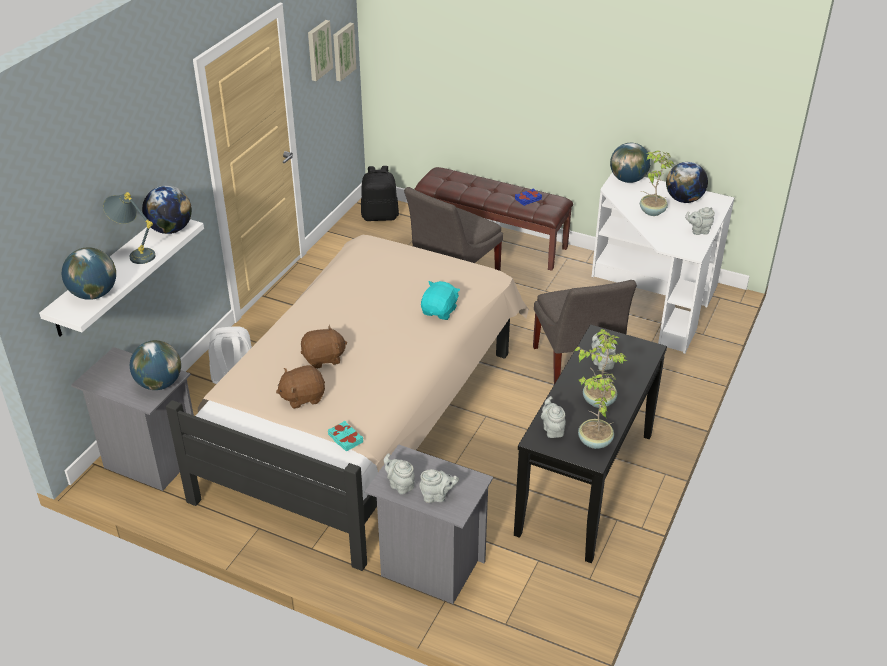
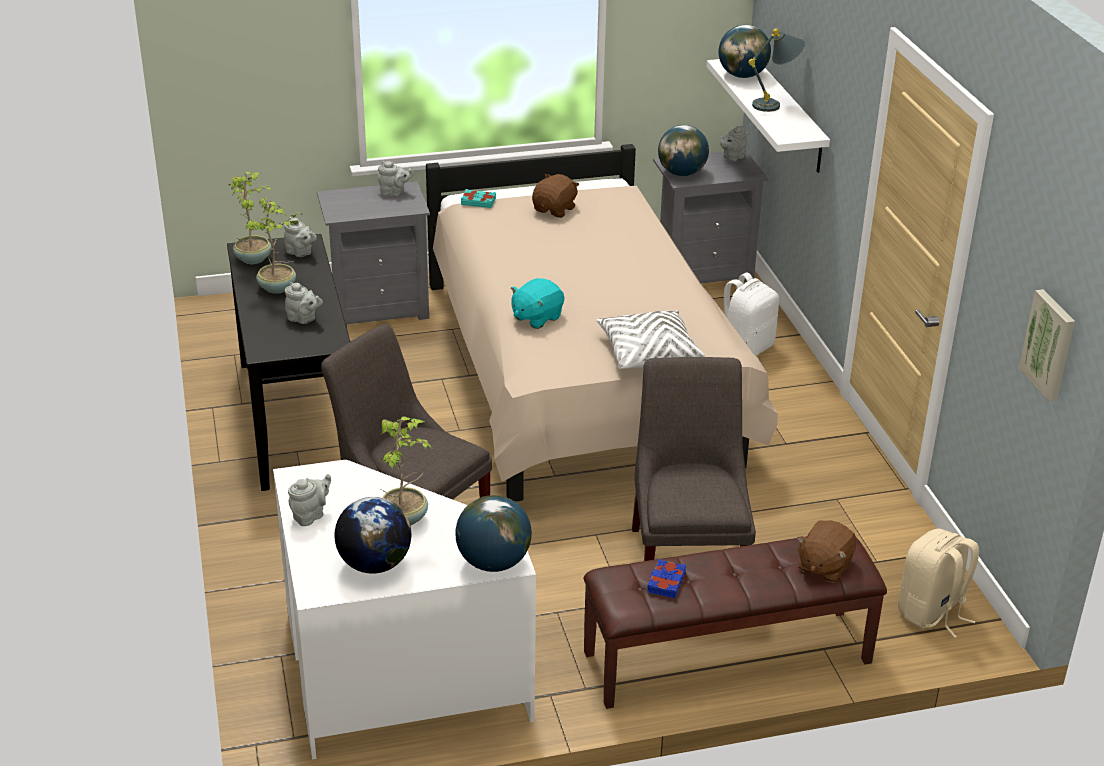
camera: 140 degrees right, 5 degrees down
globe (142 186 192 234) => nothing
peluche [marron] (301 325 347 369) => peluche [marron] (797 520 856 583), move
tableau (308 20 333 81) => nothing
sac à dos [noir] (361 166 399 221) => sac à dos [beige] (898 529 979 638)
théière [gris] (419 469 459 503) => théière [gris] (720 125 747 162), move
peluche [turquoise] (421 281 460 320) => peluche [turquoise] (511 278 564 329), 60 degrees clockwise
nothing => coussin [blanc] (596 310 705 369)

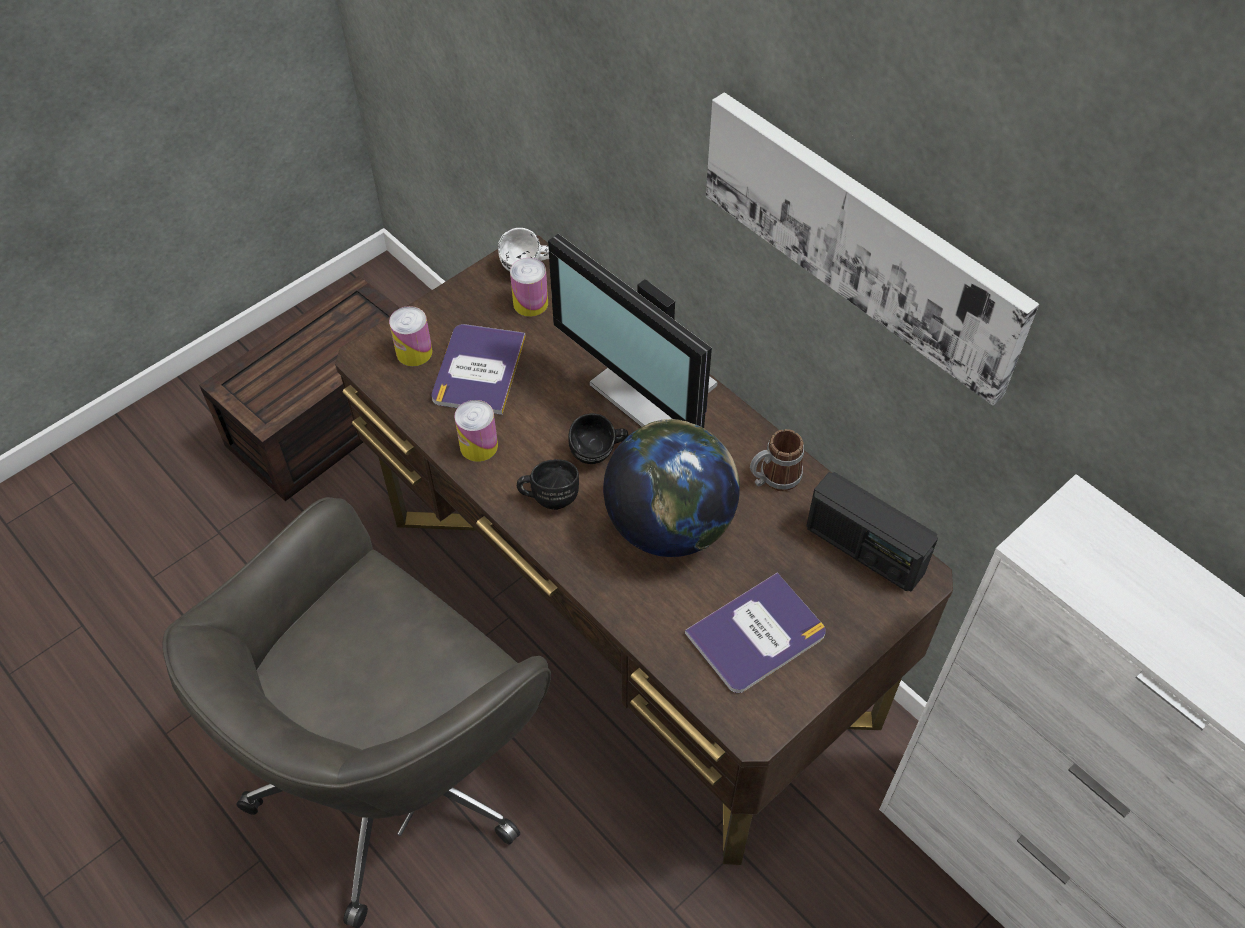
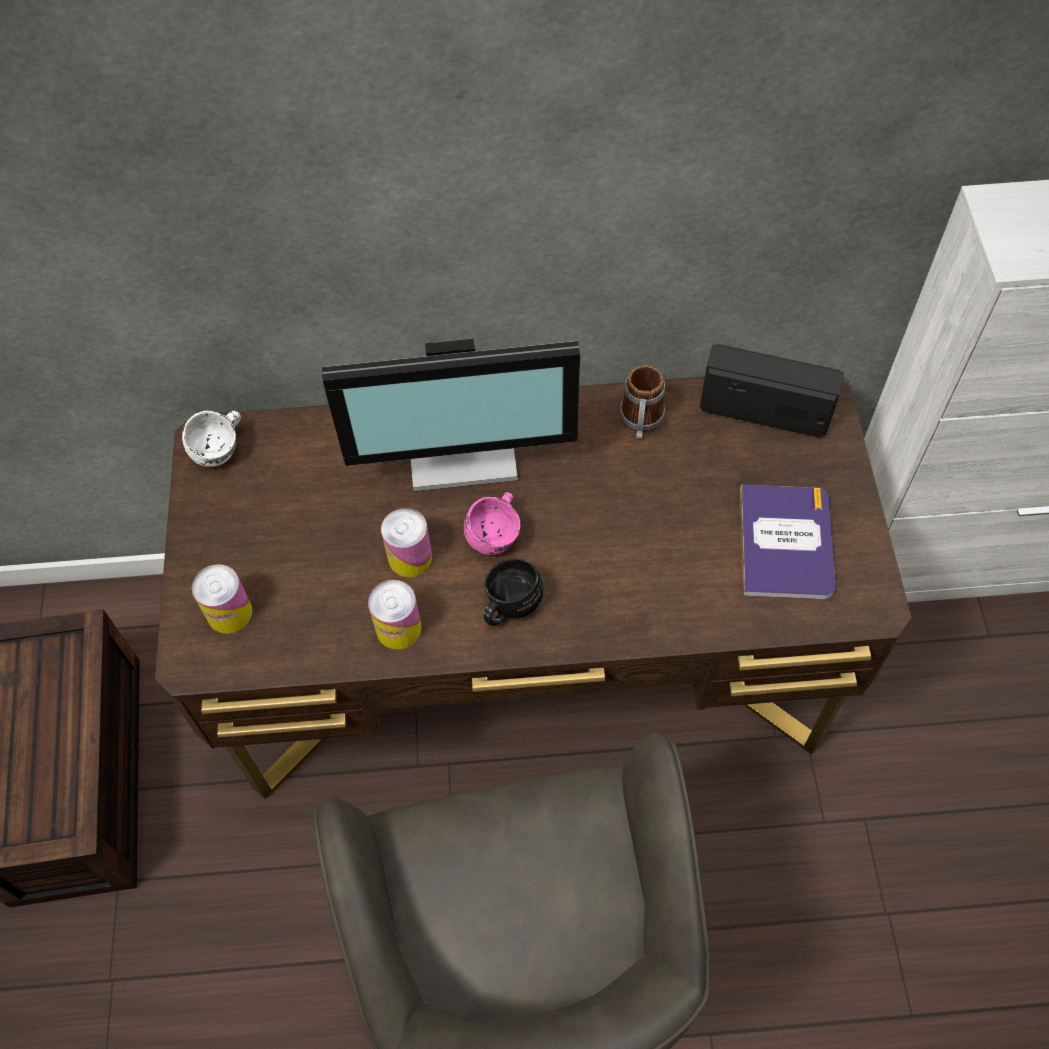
camera: 50 degrees left, 5 degrees up
livre (432 324 526 415) => nothing
boîte métallique (510 258 548 317) => boîte métallique (381 508 432 577), move
mug [noir] (568 413 629 464) => mug [rose] (464 492 520 555)
globe (603 419 740 557) => nothing
tableau (706 92 1039 406) => nothing
radio (806 472 938 592) => radio (700 344 844 438), 150 degrees counterclockwise

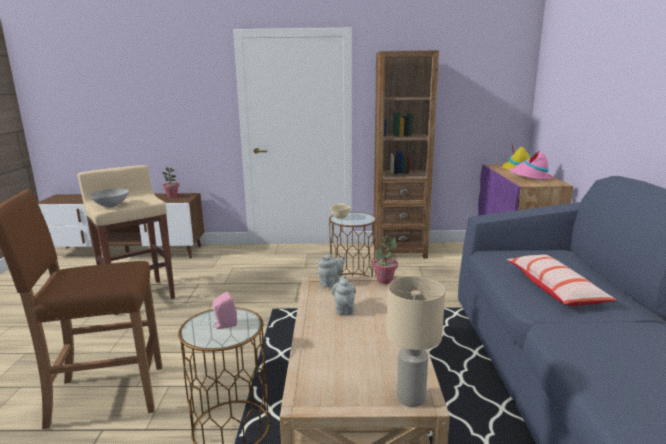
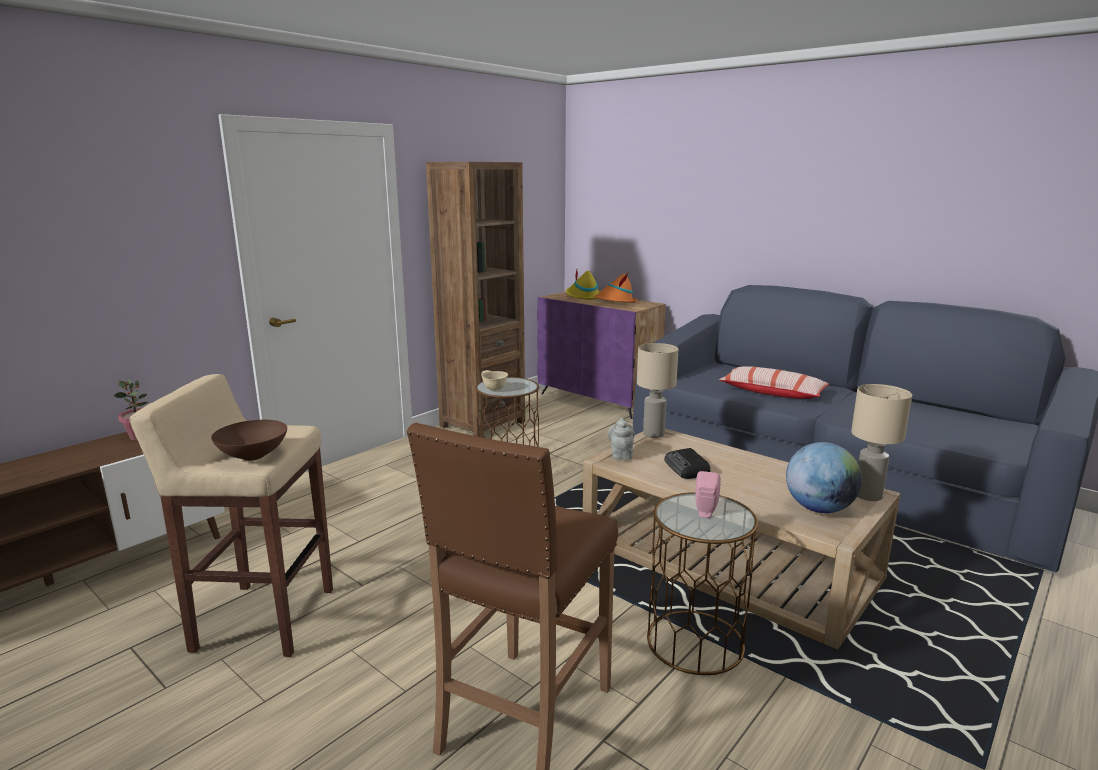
camera: 50 degrees left, 0 degrees up
bol [gris] (89 189 129 208) => bol [marron] (211 420 287 461)
théière [gris] (332 275 356 315) => radio (664 448 710 479)
plante en pot (373 235 398 284) => lampe de table [beige] (637 343 679 438)
chapeau [rose] (509 152 553 180) => chapeau [orange] (594 273 638 303)
nothing => globe (786 442 862 513)

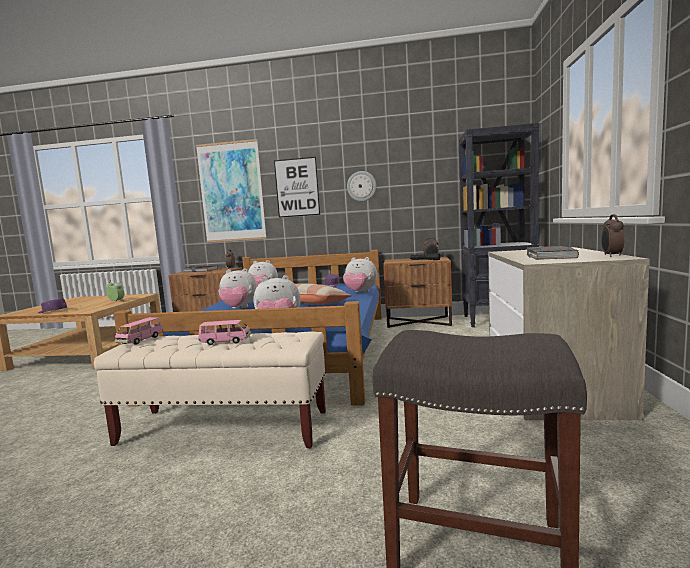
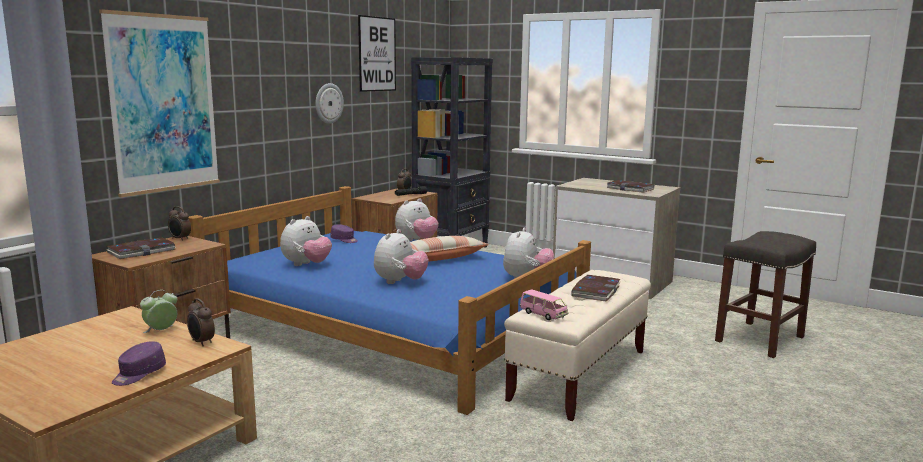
camera: 65 degrees left, 5 degrees up
petite voiture [rose] (198 320 251 345) => livre (571 275 621 302)
tableau (274 157 320 218) => tableau (358 15 396 92), move
réveil (601 214 624 257) => réveil (187 298 215 346), move

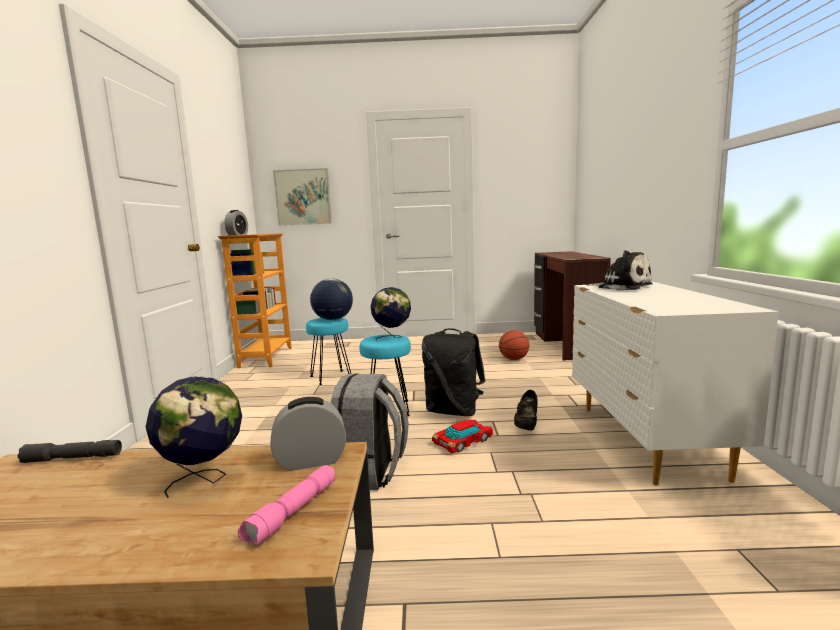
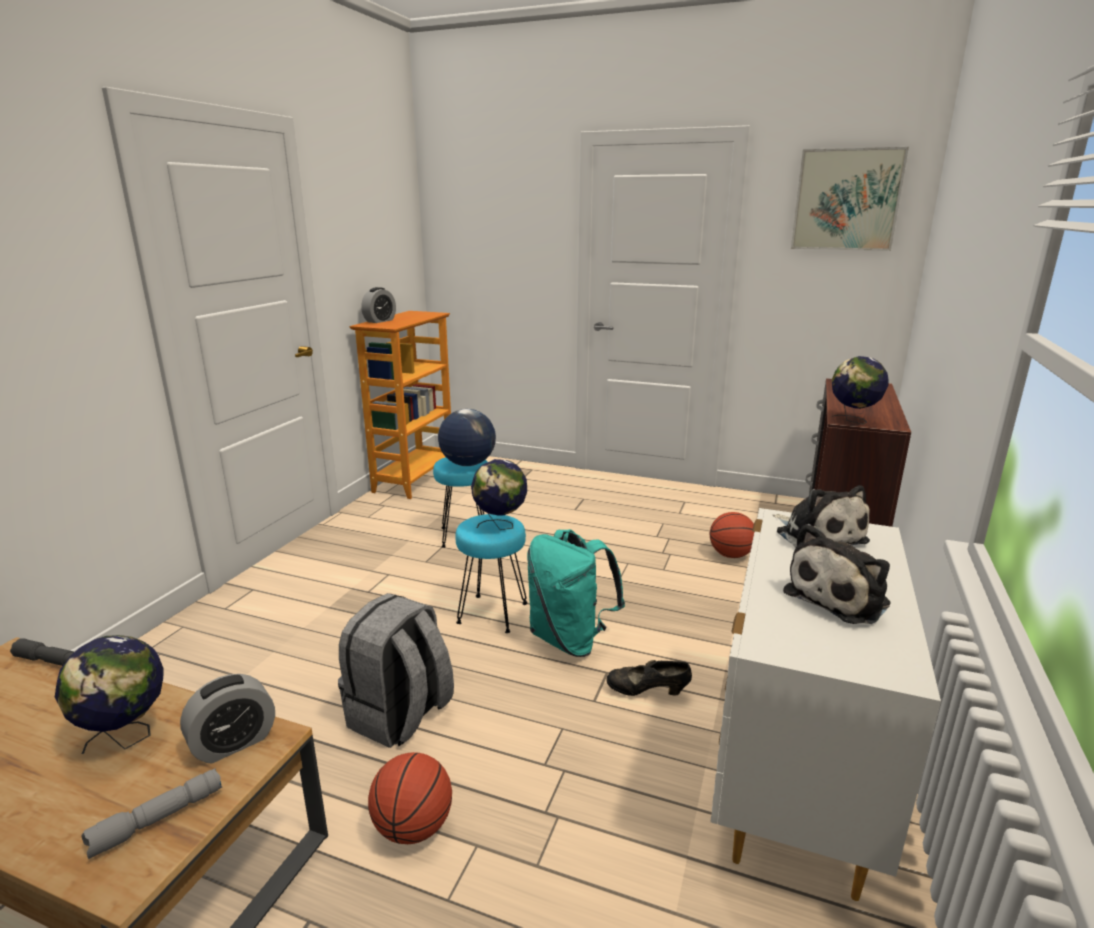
camera: 20 degrees right, 10 degrees up
lampe de poche [rose] (238 465 335 546) => lampe de poche [gris] (81 768 222 859)
réveil (270 397 346 471) => réveil (180 674 275 763), 135 degrees clockwise
tableau (273 168 332 226) => tableau (791 147 909 251), move
sac à dos [noir] (422 328 486 416) => sac à dos [turquoise] (527 529 625 657)
petite voiture (432 420 493 454) => nothing
chaussure [noir] (514 390 538 431) => chaussure [noir] (606 660 692 696), 60 degrees clockwise
nothing => ballon de basket (368 752 452 844)
nothing => peluche (783 524 891 624)
nothing => globe (832 356 888 425)

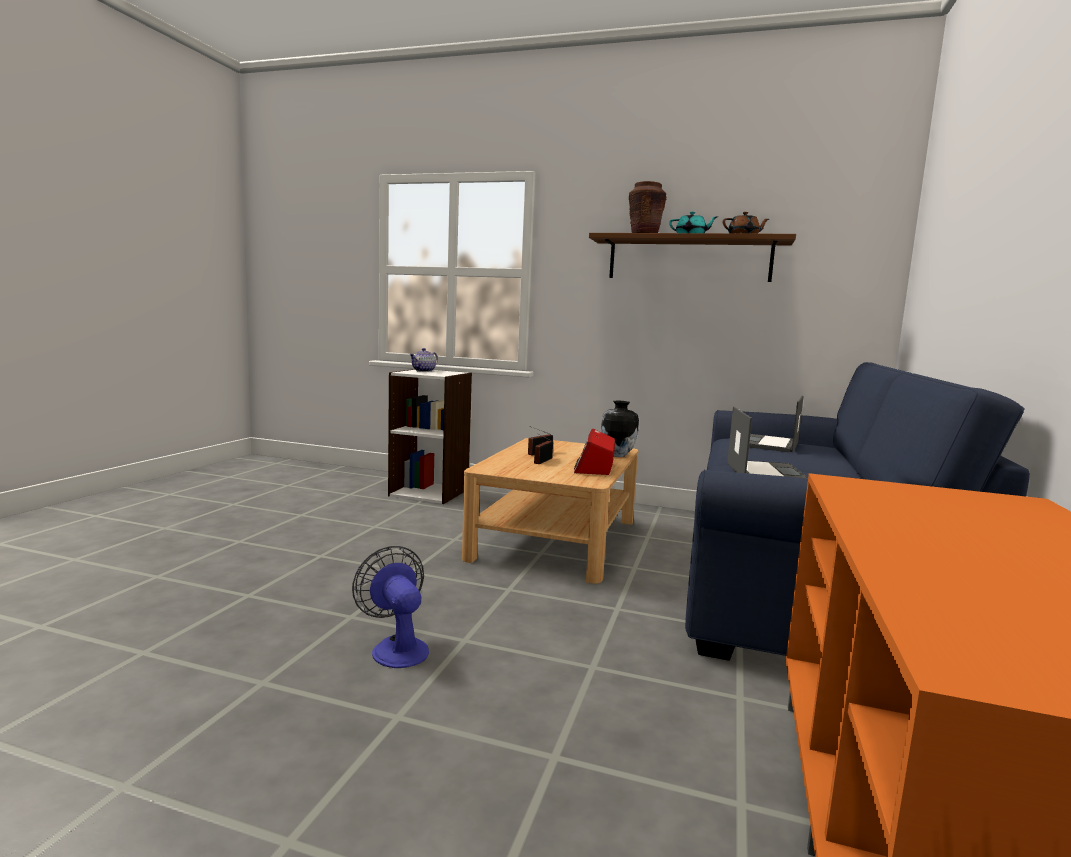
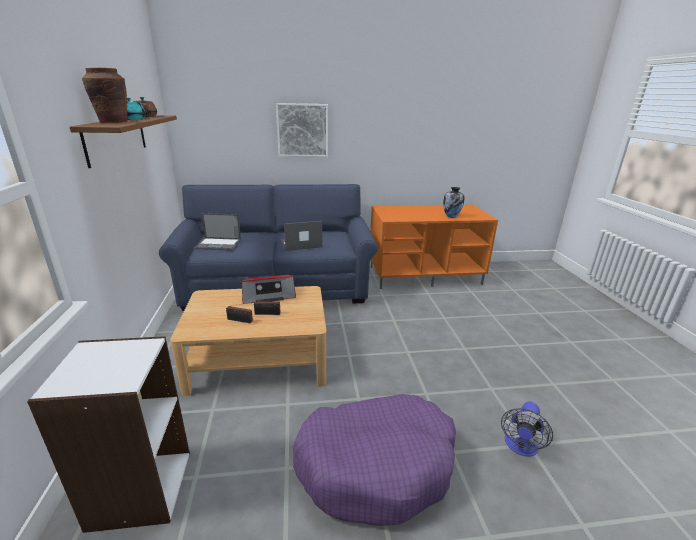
camera: 115 degrees left, 15 degrees up
ventilateur (352 546 429 668) => ventilateur (501 401 553 457), move
théière (409 348 438 372) => nothing
vase (601 401 639 457) => vase (443 187 464 218), move
nothing => tableau (276 103 328 157)
nothing => panier pour chien [violet] (293 394 456 526)

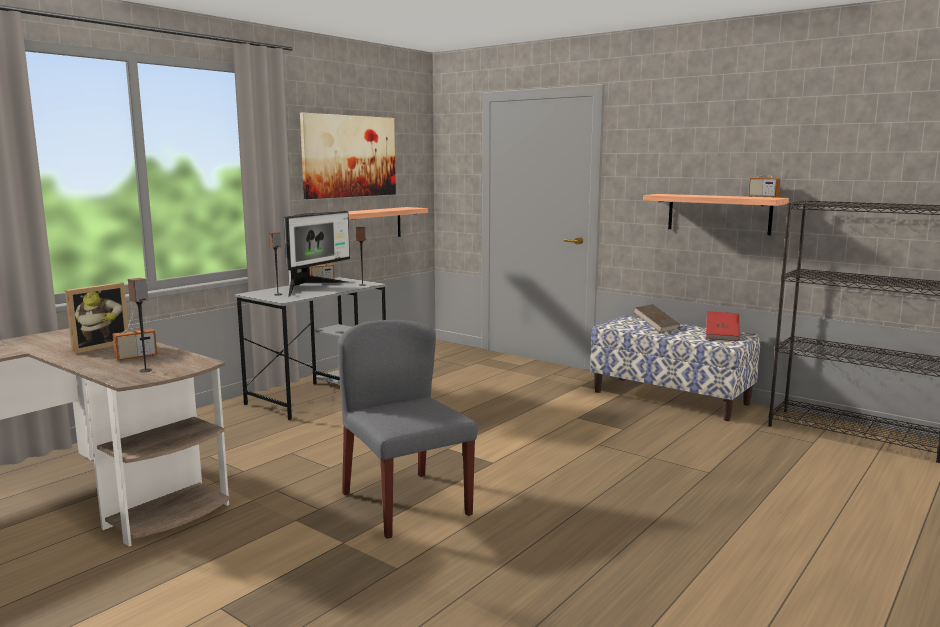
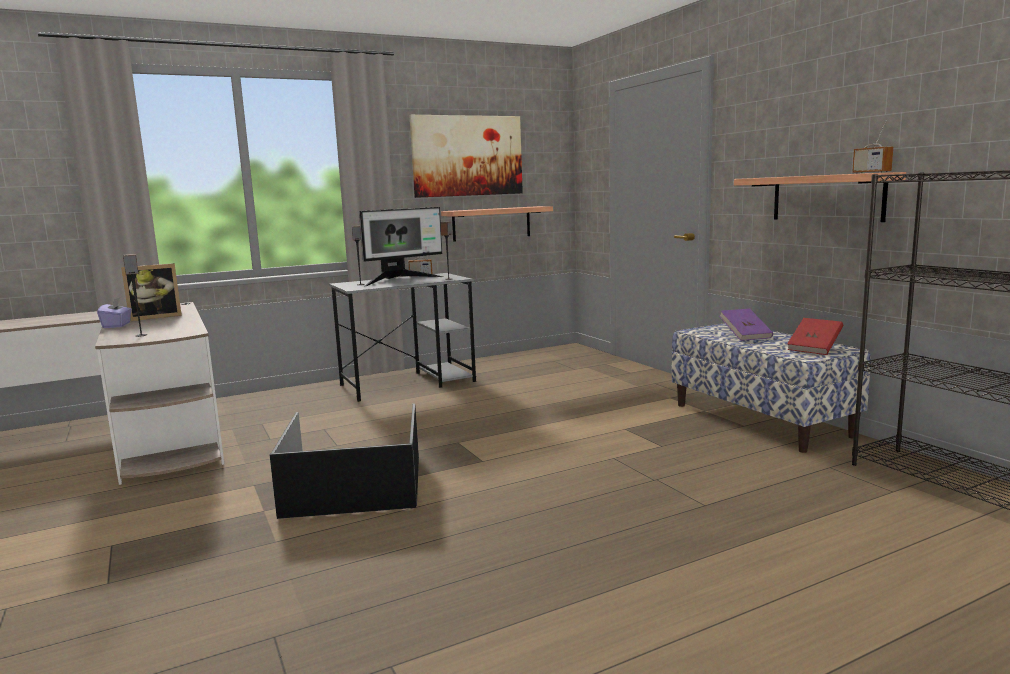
camera: 25 degrees right, 0 degrees up
radio (112 303 157 361) => nothing
chaise [gris] (338 320 477 539) => boîte de rangement [noir] (270 404 419 519)
livre [marron] (633 304 680 333) => livre [violet] (719 309 773 341)
nothing => boîte à mouchoirs [violet] (97 297 132 328)

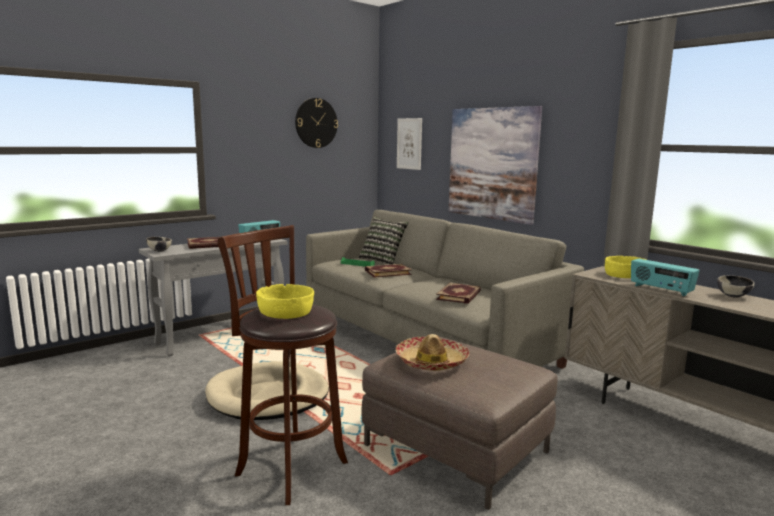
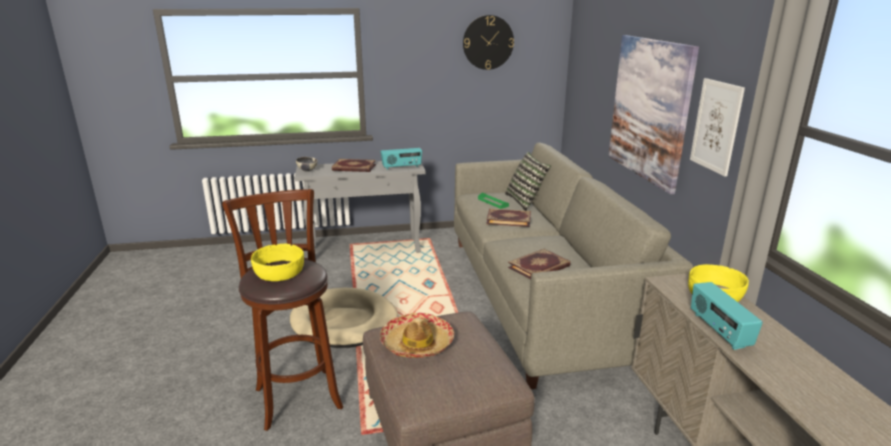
camera: 30 degrees right, 10 degrees up
tableau (397 118 422 170) => tableau (690 78 745 177), move
bol (717 275 755 298) => nothing

